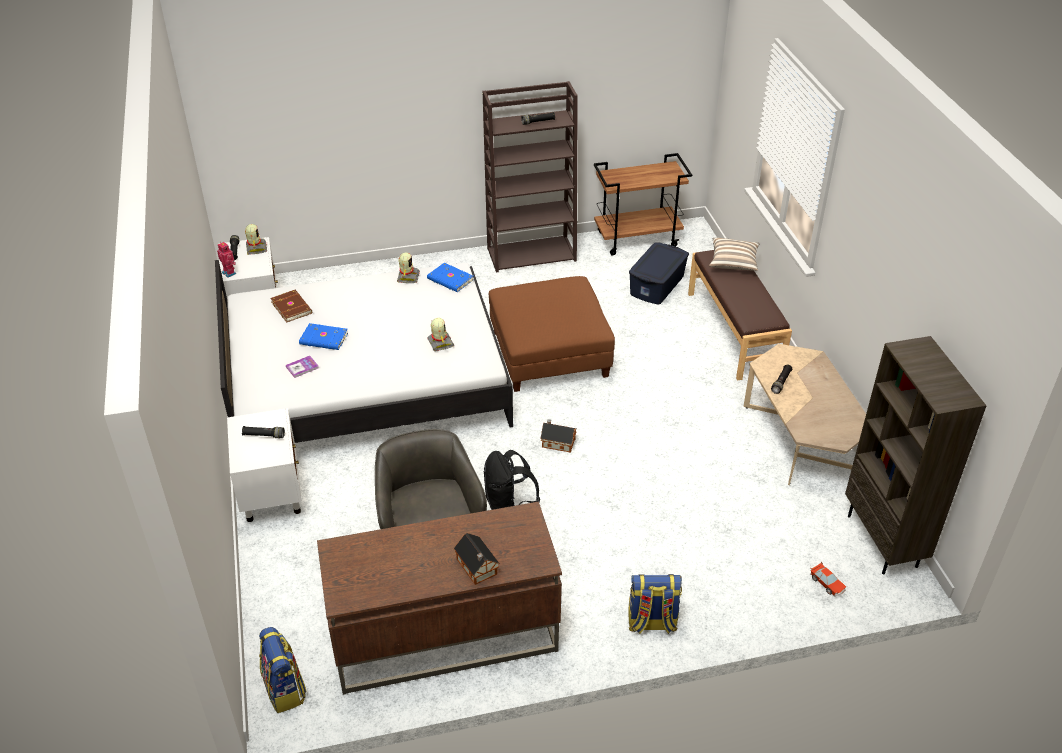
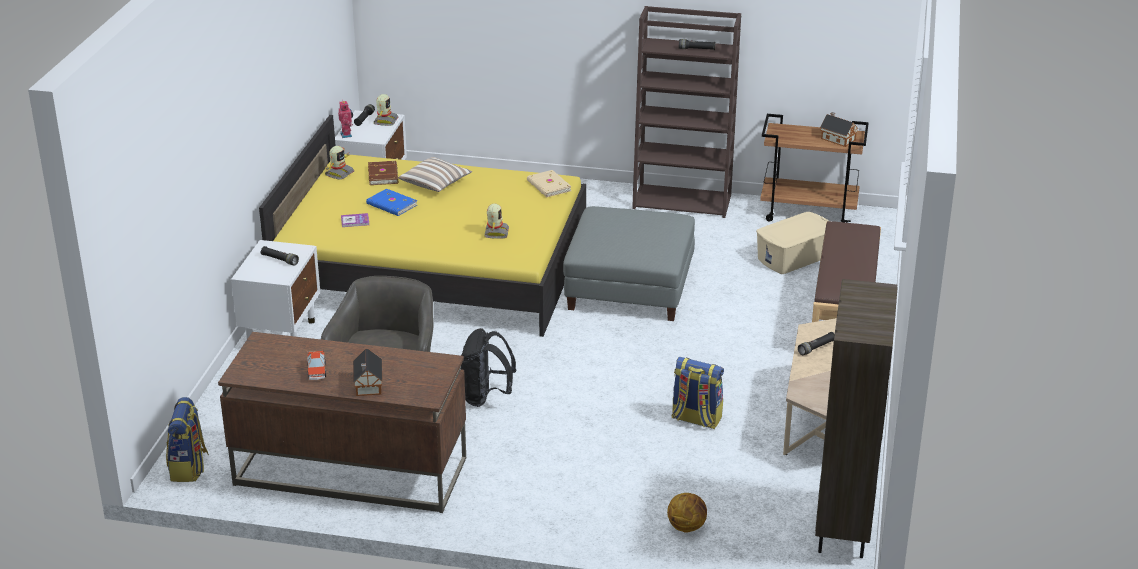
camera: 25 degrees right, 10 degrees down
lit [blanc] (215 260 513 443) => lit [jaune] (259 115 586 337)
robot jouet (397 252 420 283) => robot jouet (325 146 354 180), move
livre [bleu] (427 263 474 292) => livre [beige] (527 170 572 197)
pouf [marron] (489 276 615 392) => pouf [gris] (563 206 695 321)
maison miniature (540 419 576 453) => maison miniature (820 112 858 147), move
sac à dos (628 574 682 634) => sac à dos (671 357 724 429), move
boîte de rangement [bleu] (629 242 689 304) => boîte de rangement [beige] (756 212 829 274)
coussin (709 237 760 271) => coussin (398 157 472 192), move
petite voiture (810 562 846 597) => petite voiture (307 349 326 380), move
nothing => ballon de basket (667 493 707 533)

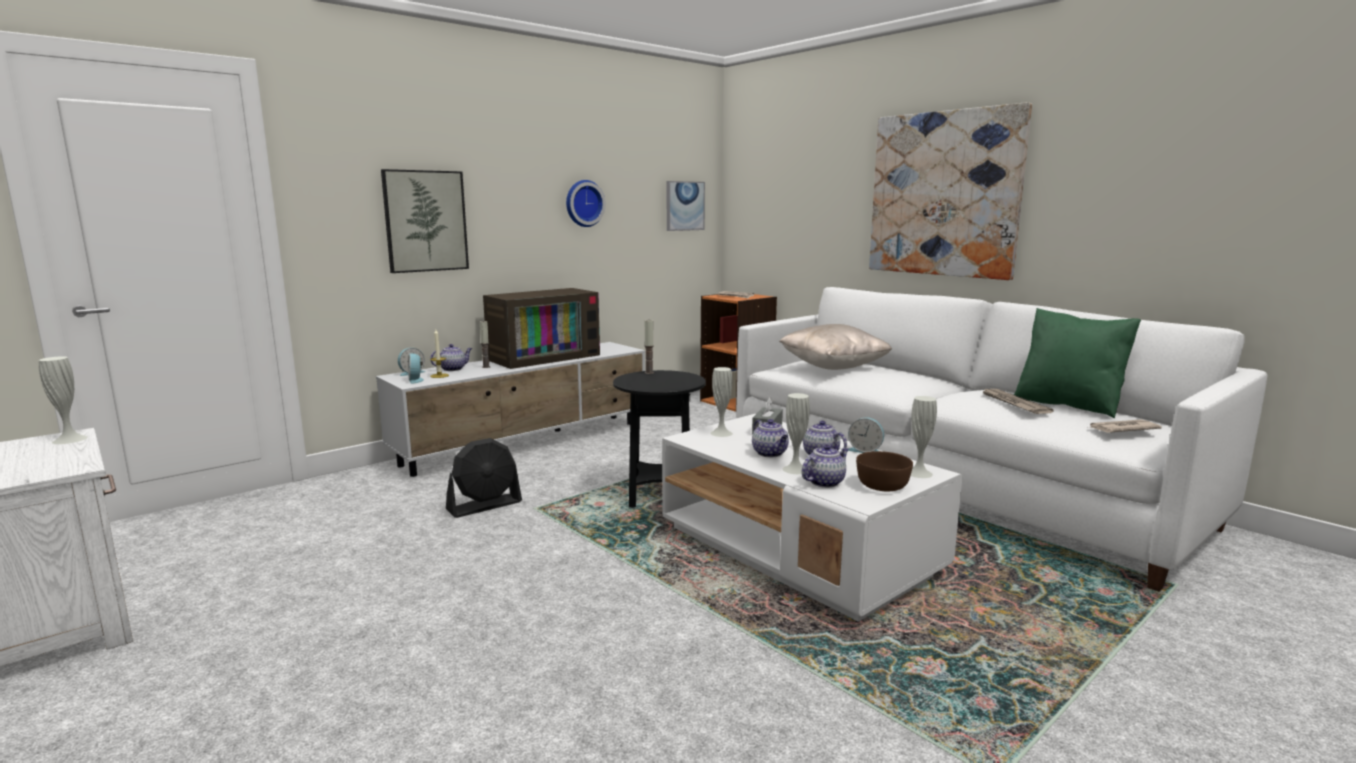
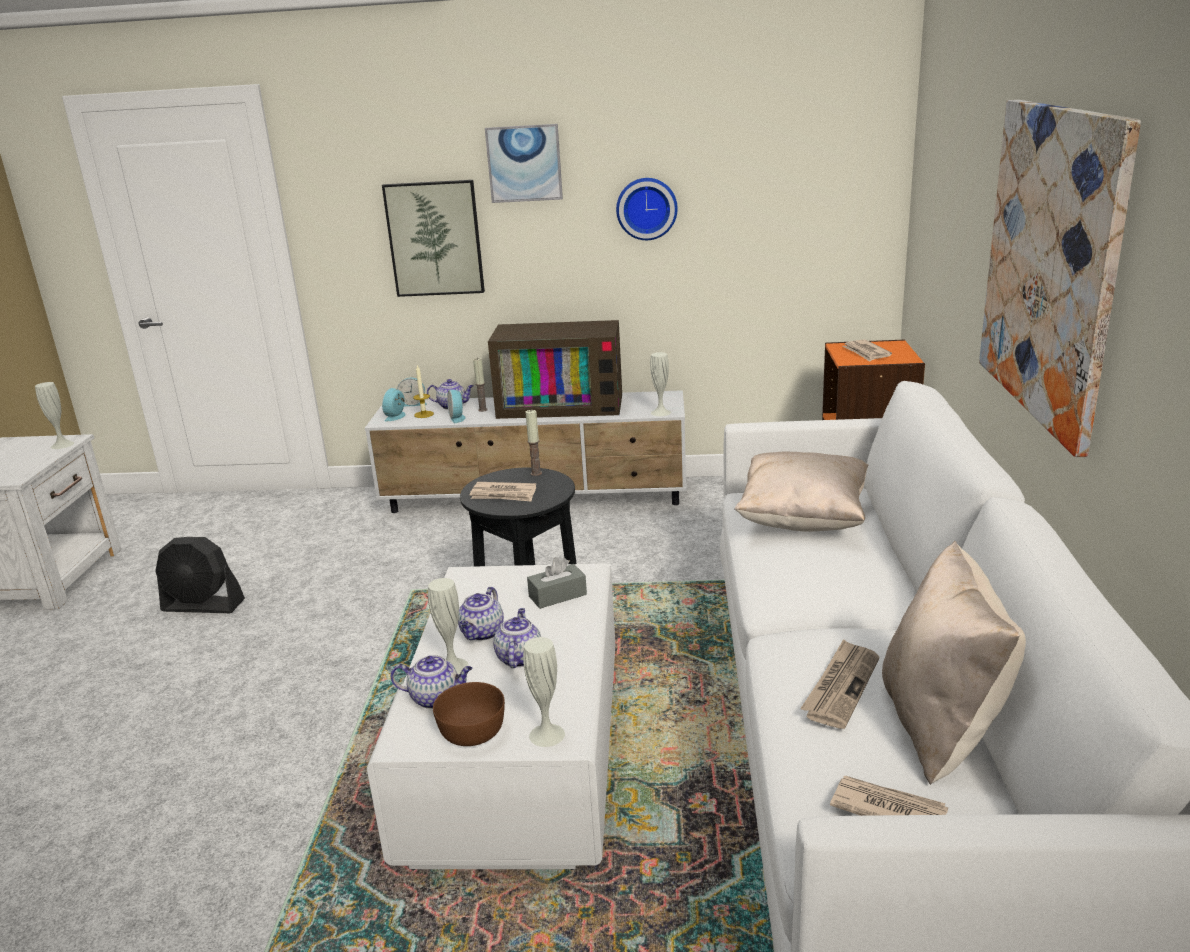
camera: 45 degrees right, 10 degrees up
ventilateur [noir] (446 438 522 518) => ventilateur [noir] (155 537 245 613), move
tableau (667 181 705 231) => tableau (485 124 563 203), move
vase [blanc] (710 367 733 437) => vase [blanc] (650 352 671 416), move
réveil (848 417 884 453) => réveil (447 390 466 423), move
coussin [vert] (1014 308 1141 418) => coussin [beige] (882 541 1026 785)
nothing => journal (470 482 536 502)

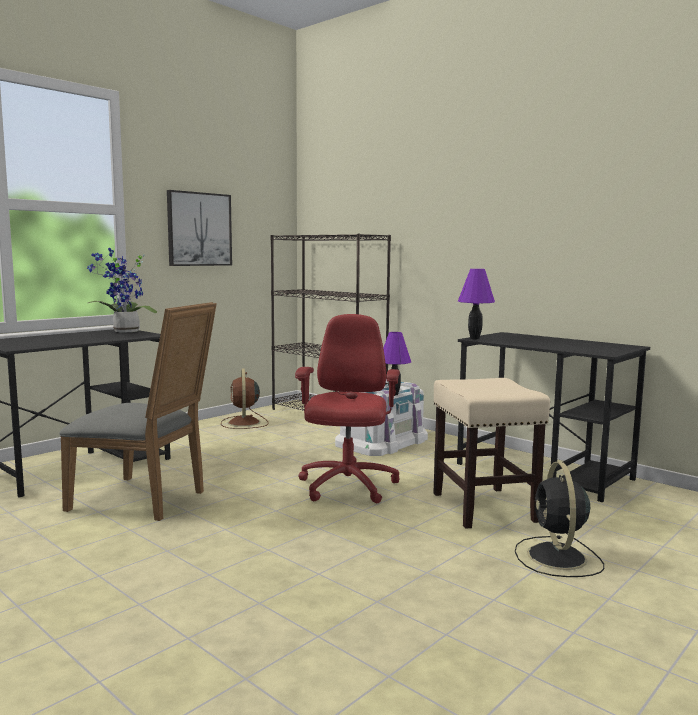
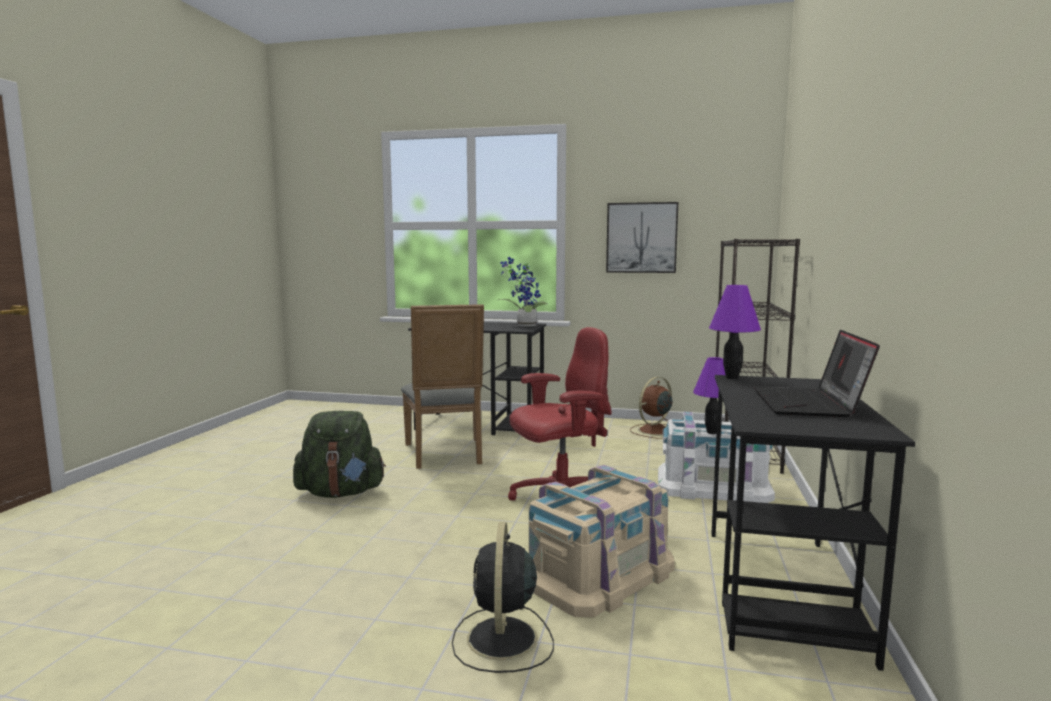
camera: 60 degrees right, 0 degrees up
tabouret [beige] (433 378 550 528) => boîte de rangement [beige] (529 465 675 617)
ventilateur [noir] (515 462 604 577) => ventilateur [noir] (452 522 554 673), 60 degrees counterclockwise
nothing => sac à dos [vert] (293 411 386 498)
nothing => ordinateur portable (754 330 880 417)

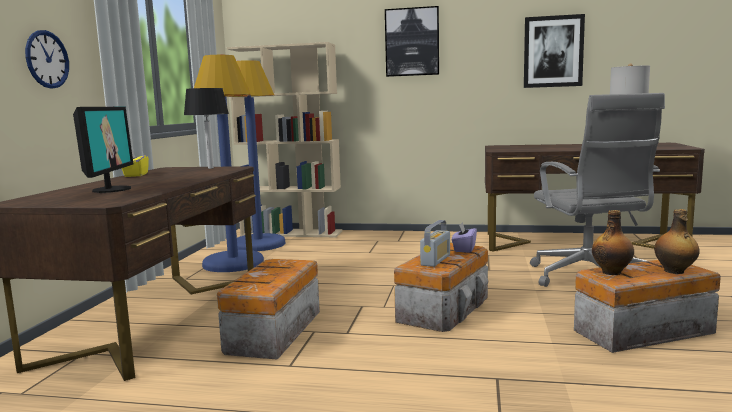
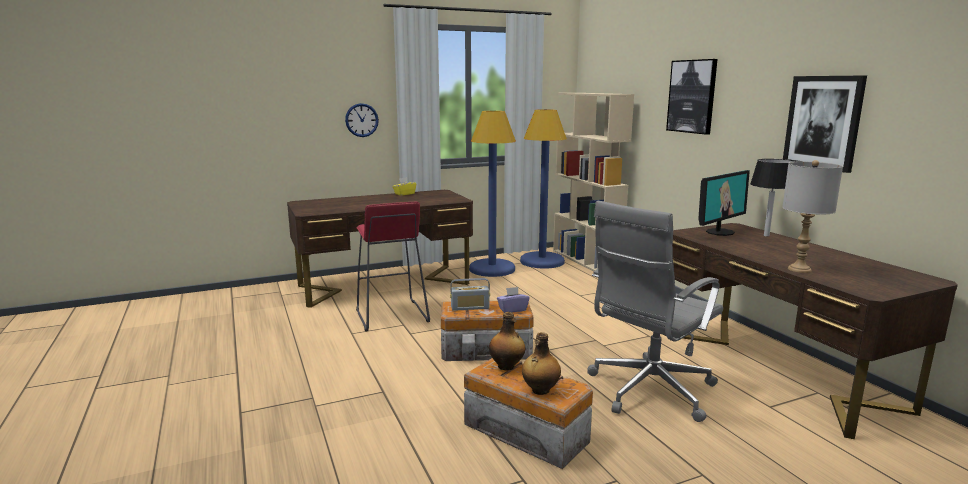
camera: 55 degrees right, 5 degrees up
écran d'ordinateur (73 107 133 193) => écran d'ordinateur (698 170 750 236), move
lampe de table [noir] (184 88 229 169) => lampe de table [noir] (750 159 795 237), move
boîte de rangement (217 259 320 360) => tabouret [rouge] (356 201 430 331)

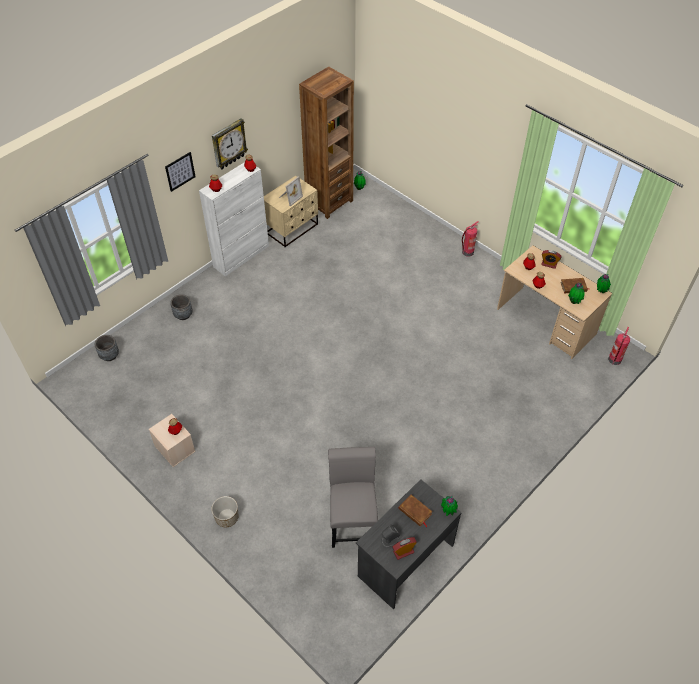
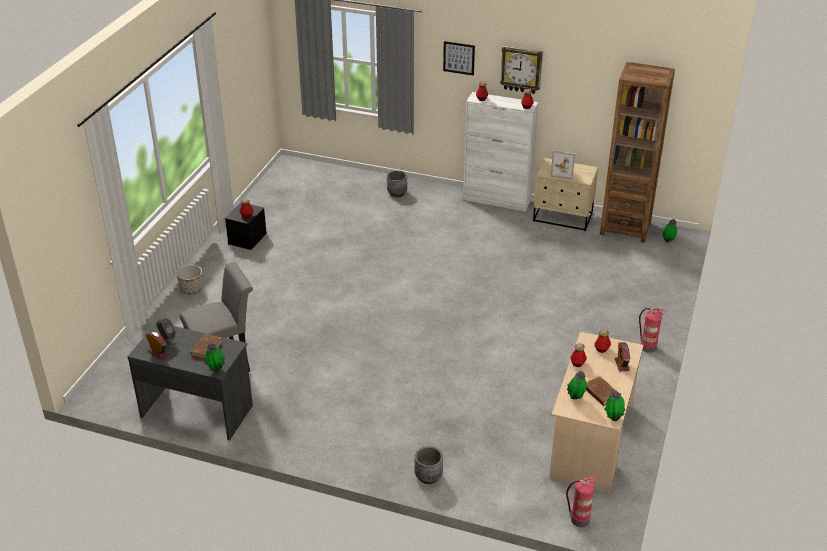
camera: 65 degrees right, 15 degrees down
cache-pot [gris] (94 335 119 361) => cache-pot [gris] (415 446 443 484), move
boîte de rangement [beige] (149 414 196 467) => boîte de rangement [noir] (225 203 267 250)

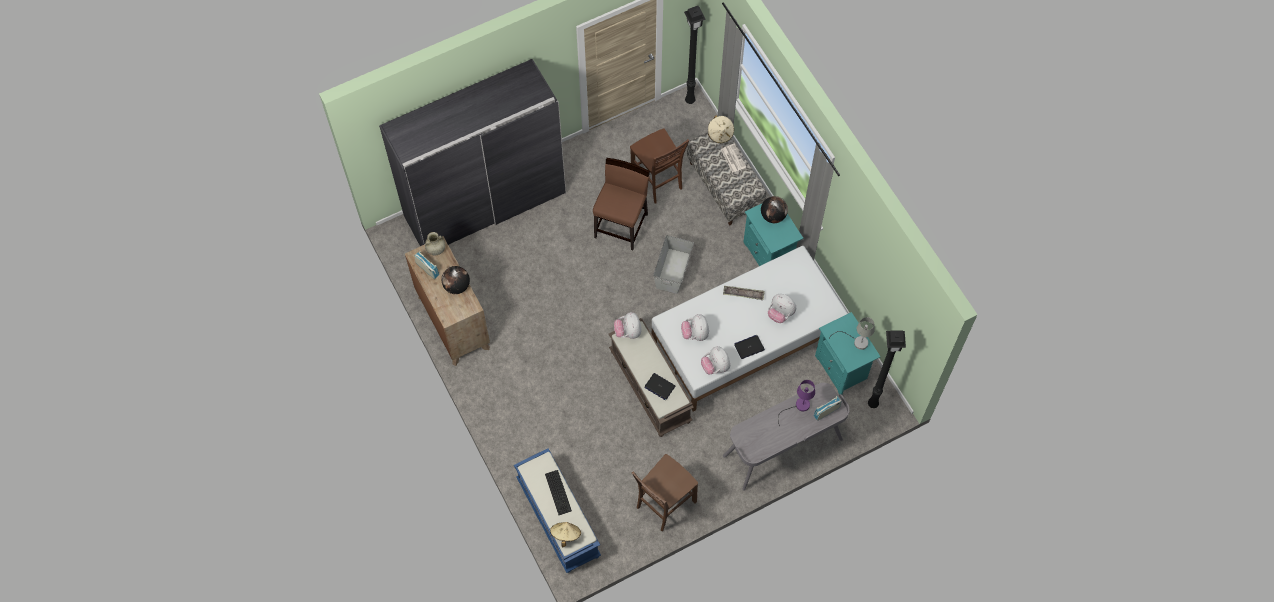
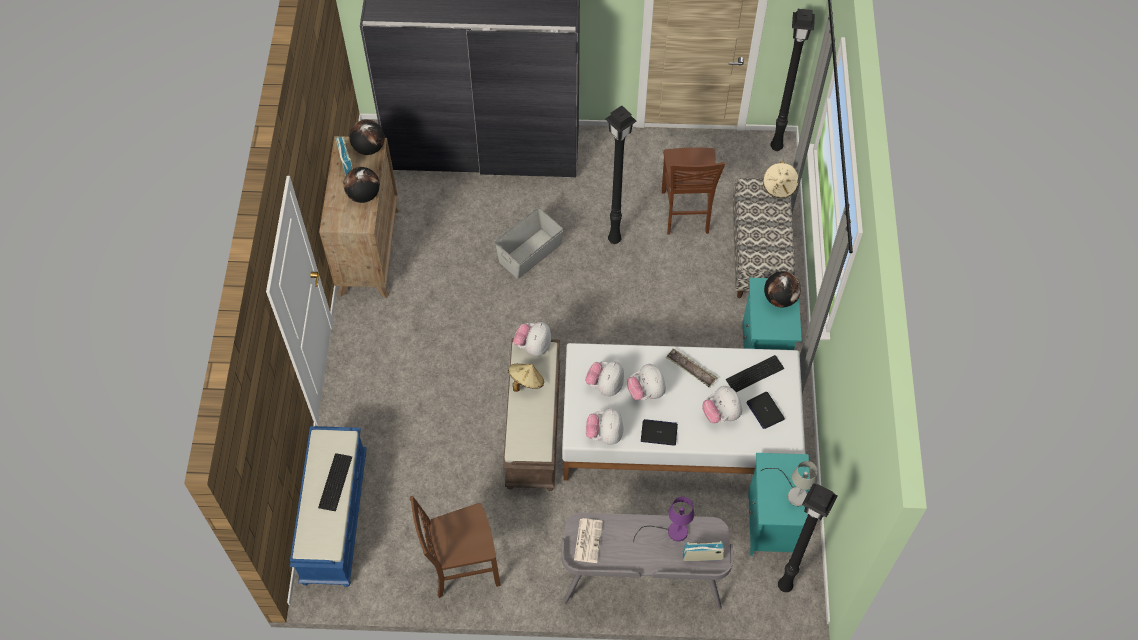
camera: 30 degrees right, 5 degrees down
vase [beige] (425 232 445 255) => globe (349 120 385 155)
chapeau [beige] (550 522 581 547) => chapeau [beige] (508 364 544 392), move
chaise [marron] (593 158 650 250) => lampadaire [noir] (605 106 637 244)
ordinateur portable (645 373 675 400) => ordinateur portable (746 392 785 429), move
boîte de rangement [gris] (653 235 694 294) => boîte de rangement [gris] (495 207 563 279), move
journal (721 144 746 173) => journal (574 518 603 563), move
nothing => peluche (627 364 666 400)
nothing => clavier (726 355 784 392)

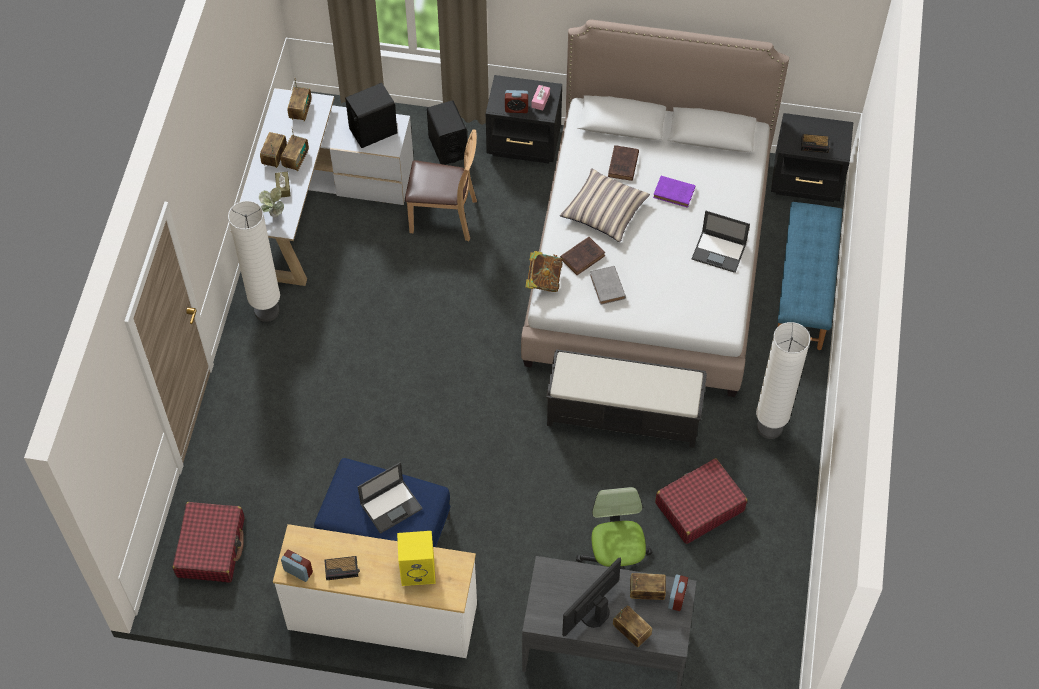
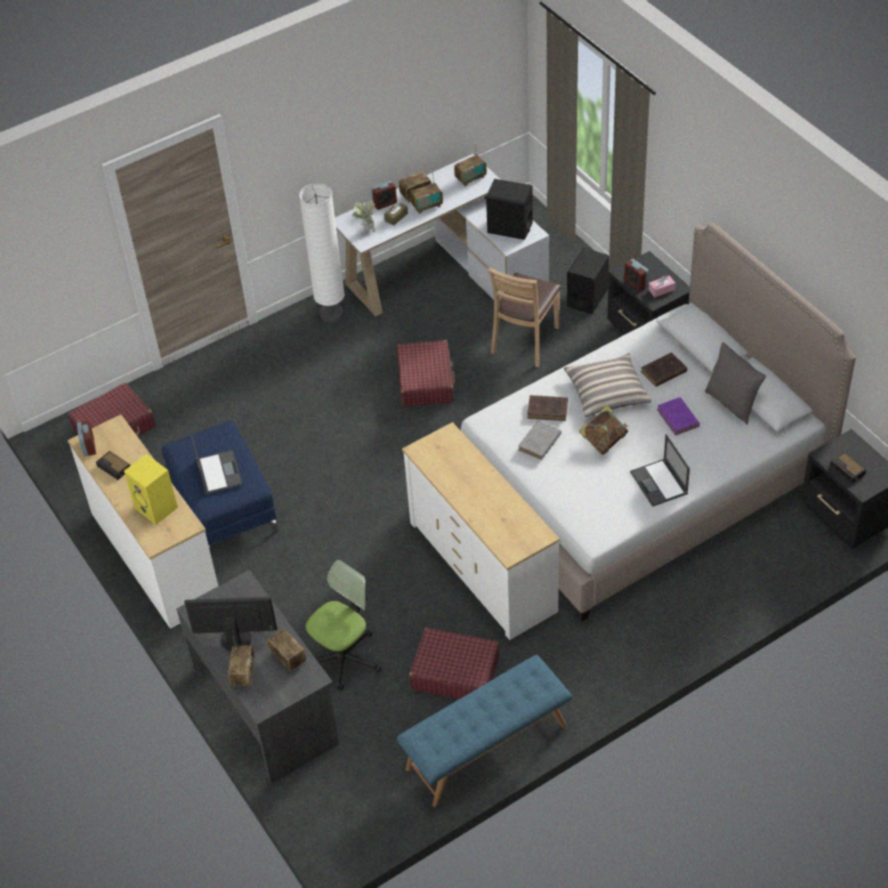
camera: 50 degrees right, 10 degrees down
ordinateur portable (358 462 423 534) => ordinateur portable (191 434 243 494), 120 degrees counterclockwise
chaise [marron] (405 129 477 241) => chaise [marron] (488 267 561 367), 60 degrees clockwise
livre (525 251 563 292) => livre (579 406 628 455), move
banc [noir] (546 349 707 448) => commode [blanc] (402 422 560 640)
réveil (668 574 688 611) => réveil (371 181 397 210), move
lampadaire [blanc] (756 322 811 439) => nothing
banc [bleu] (778 202 842 350) => banc [bleu] (397 655 572 807), move
nothing => valise [rouge] (397 340 455 407)
nothing => coussin [gris] (705 342 766 425)

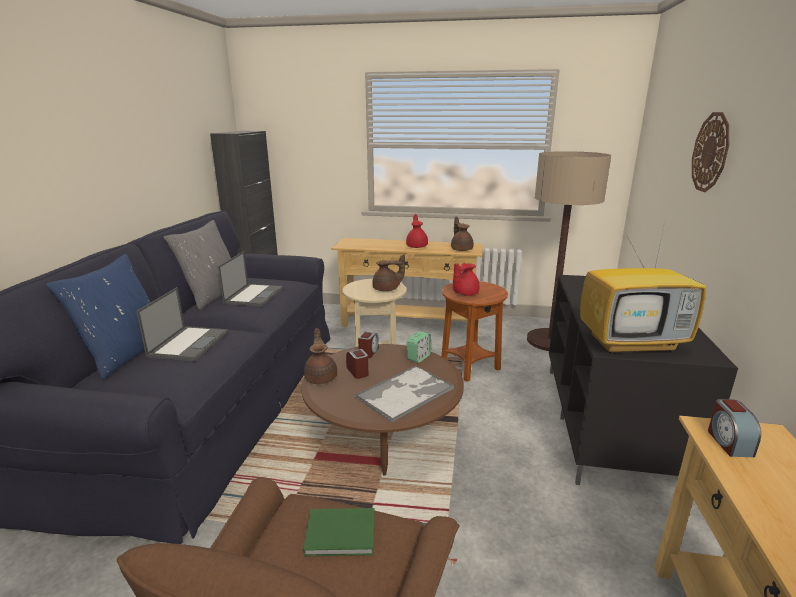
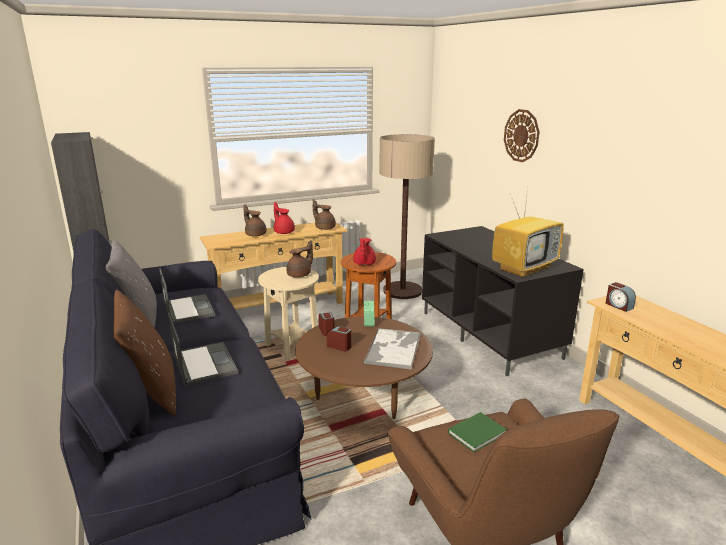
camera: 35 degrees left, 0 degrees up
coussin [bleu] (46 254 151 380) => coussin [marron] (113 290 176 416)
théière [marron] (304 328 337 384) => théière [marron] (243 204 267 236), move

